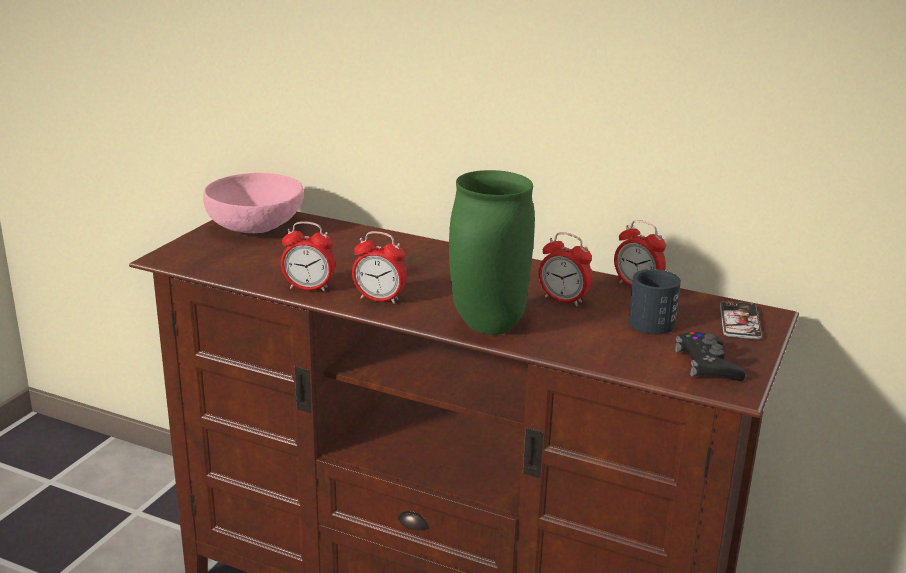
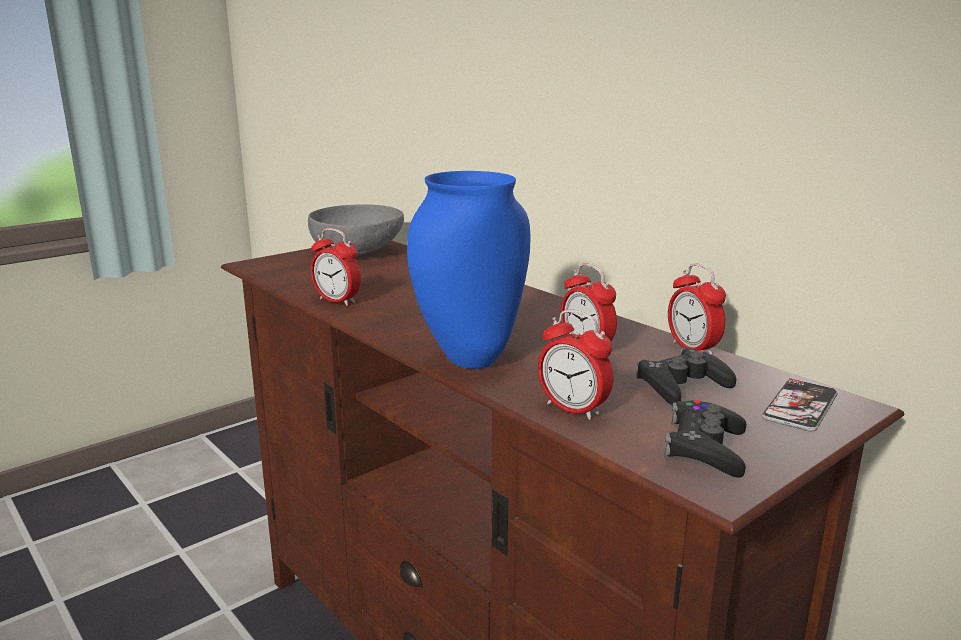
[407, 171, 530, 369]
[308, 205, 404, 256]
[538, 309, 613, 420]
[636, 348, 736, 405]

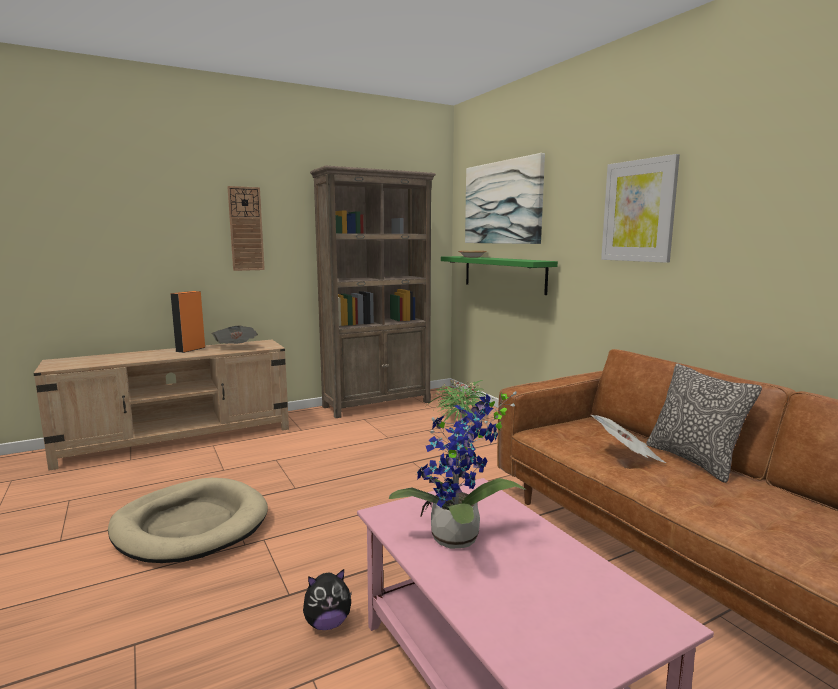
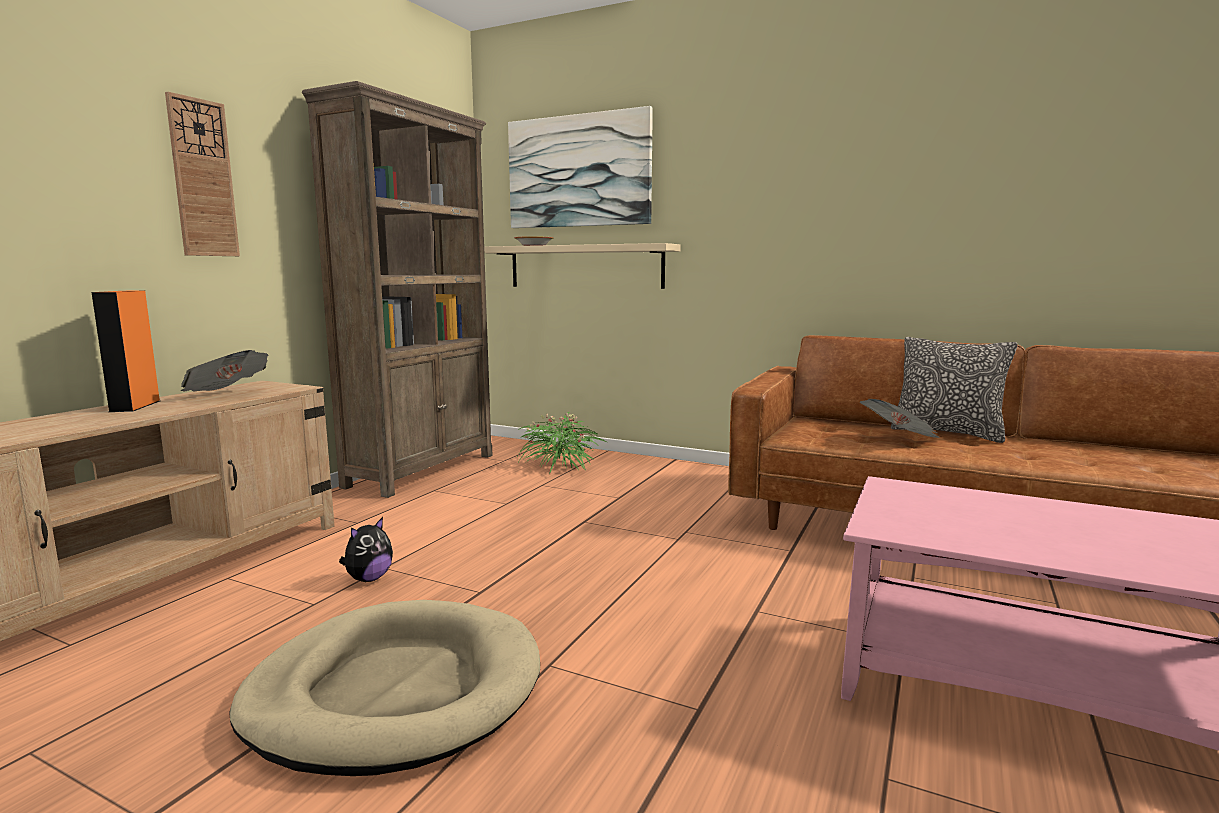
[601, 154, 680, 263] (first image)
[484, 243, 681, 289]
[389, 391, 526, 549] (first image)
[339, 517, 393, 582]

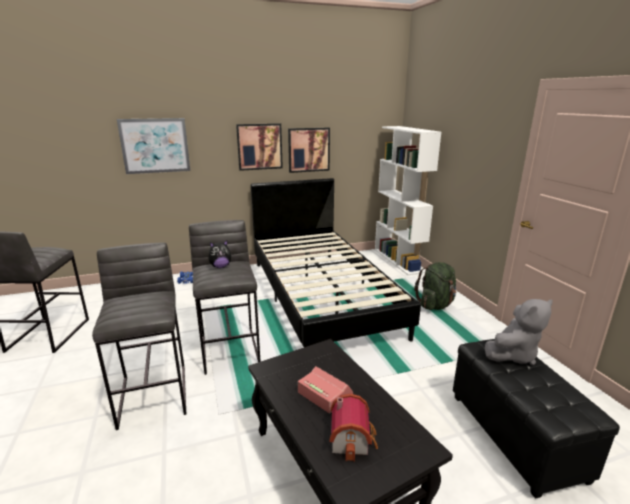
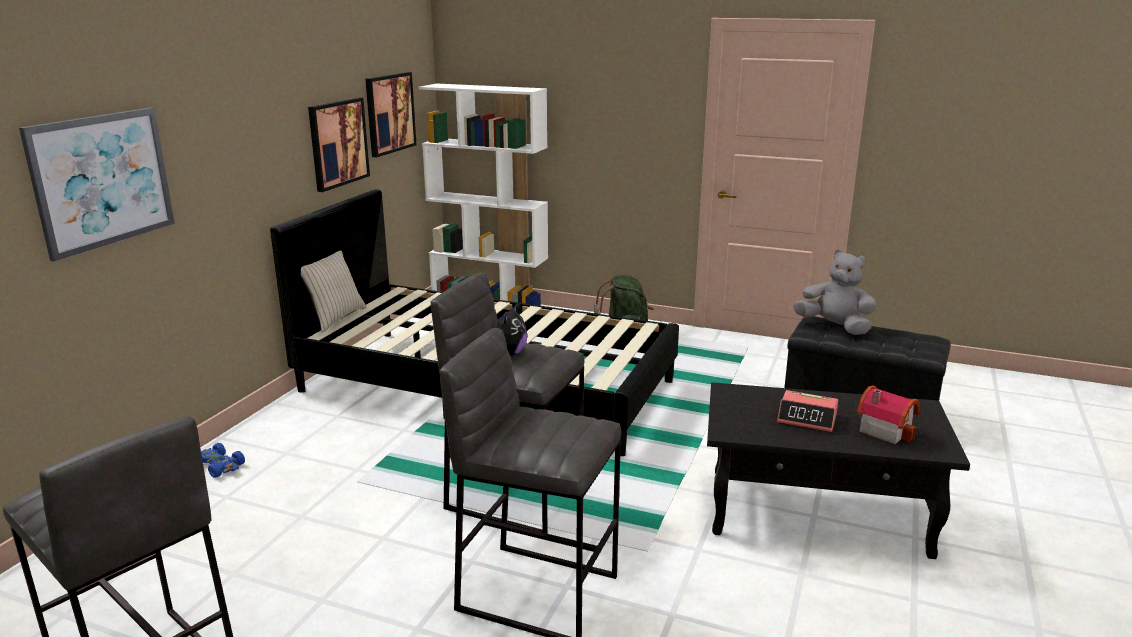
[365, 72, 417, 157]
[793, 250, 877, 335]
[777, 390, 838, 432]
[301, 250, 367, 332]

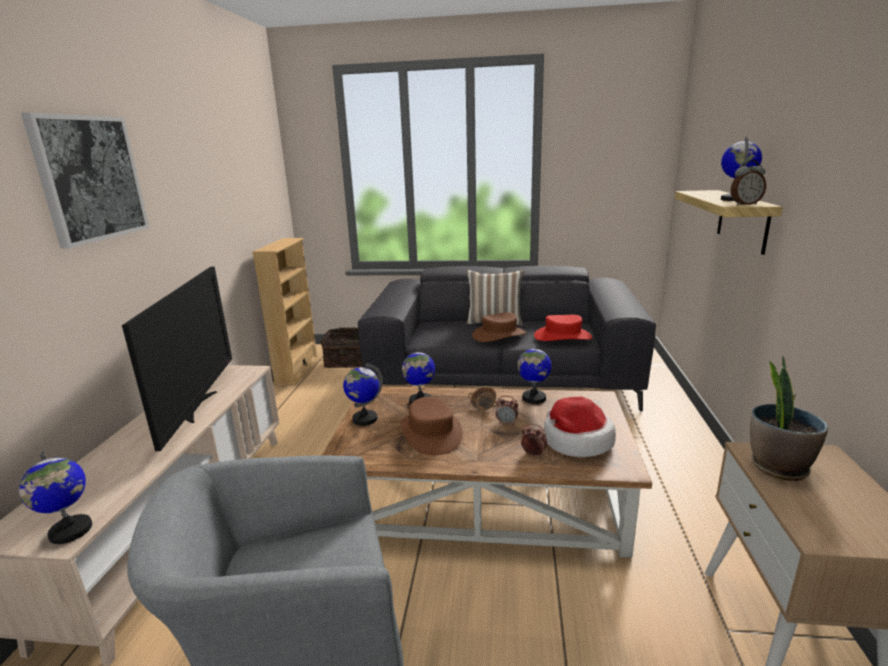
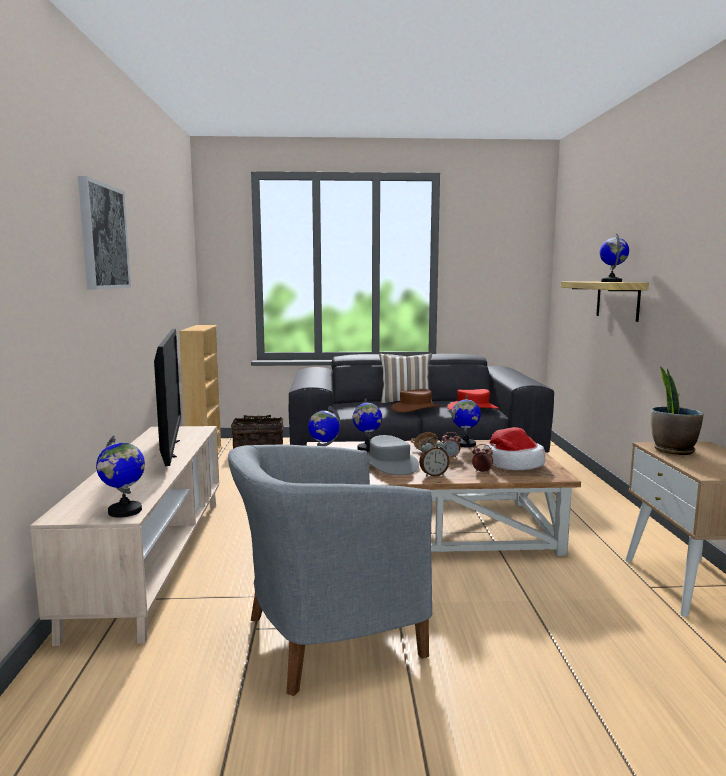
[419, 437, 449, 477]
[367, 435, 419, 475]

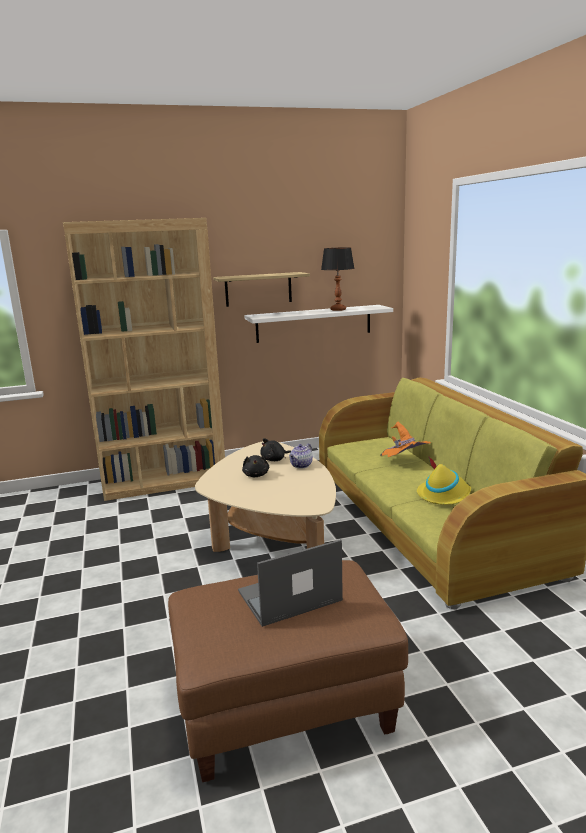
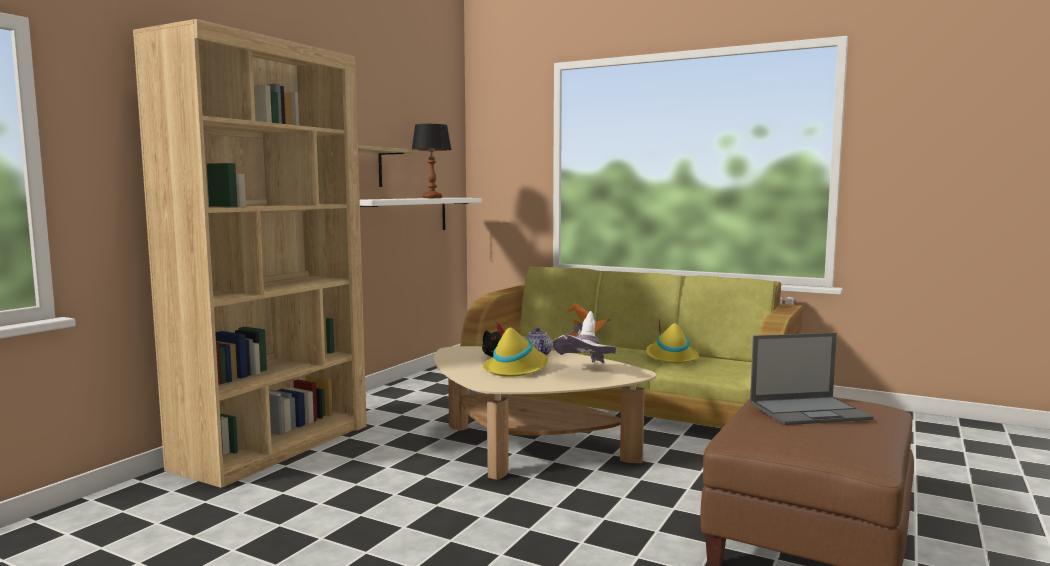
[483, 320, 548, 377]
[750, 333, 874, 425]
[553, 311, 617, 363]

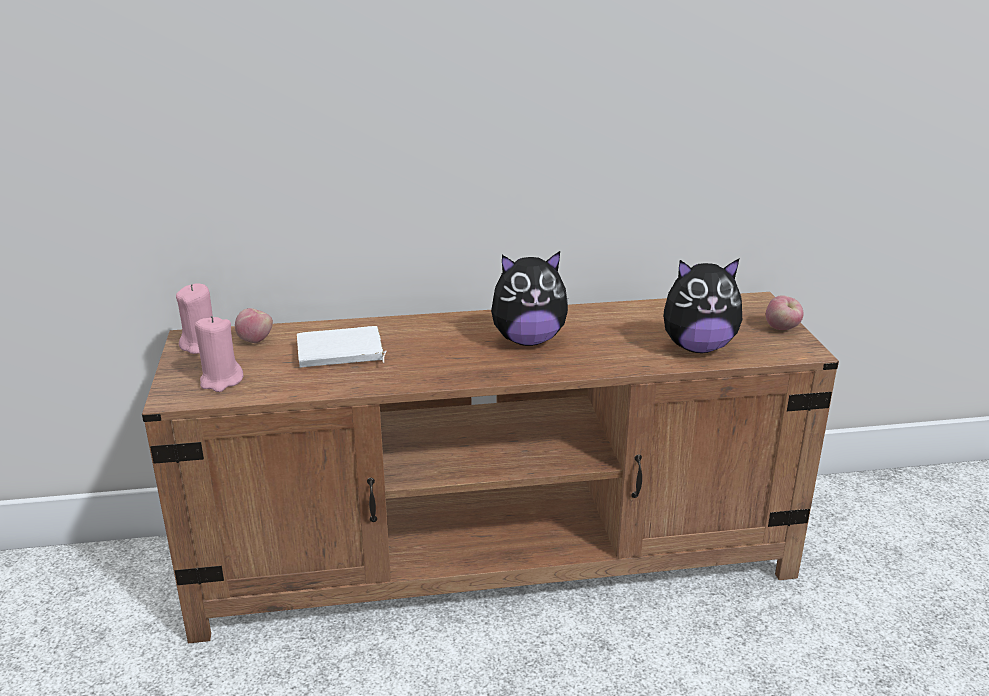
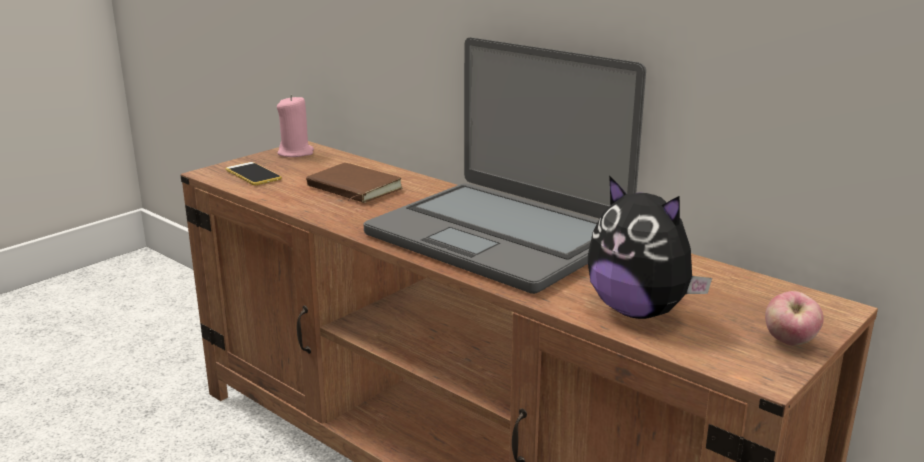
[364, 37, 646, 294]
[235, 308, 273, 343] (first image)
[226, 162, 282, 185]
[306, 163, 403, 203]

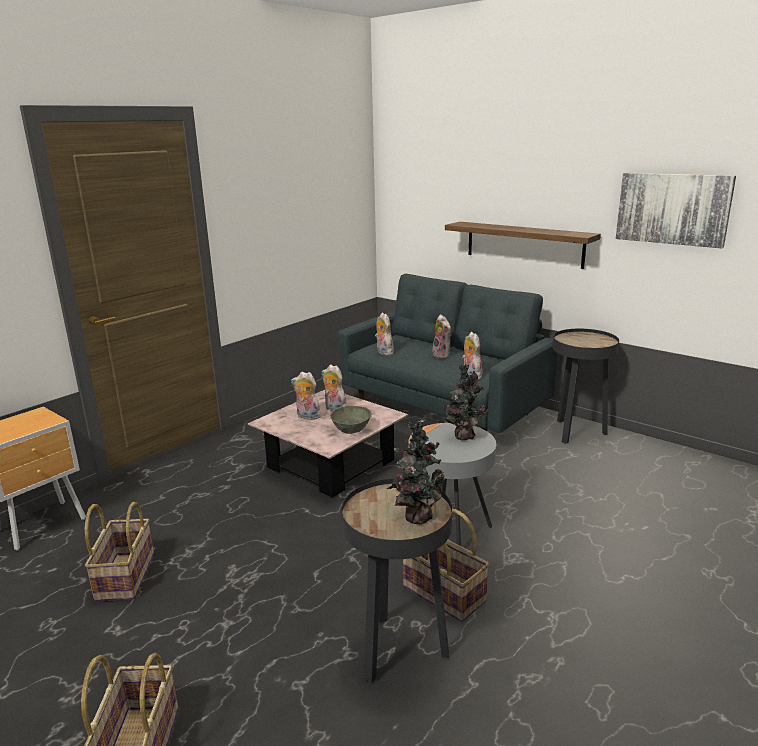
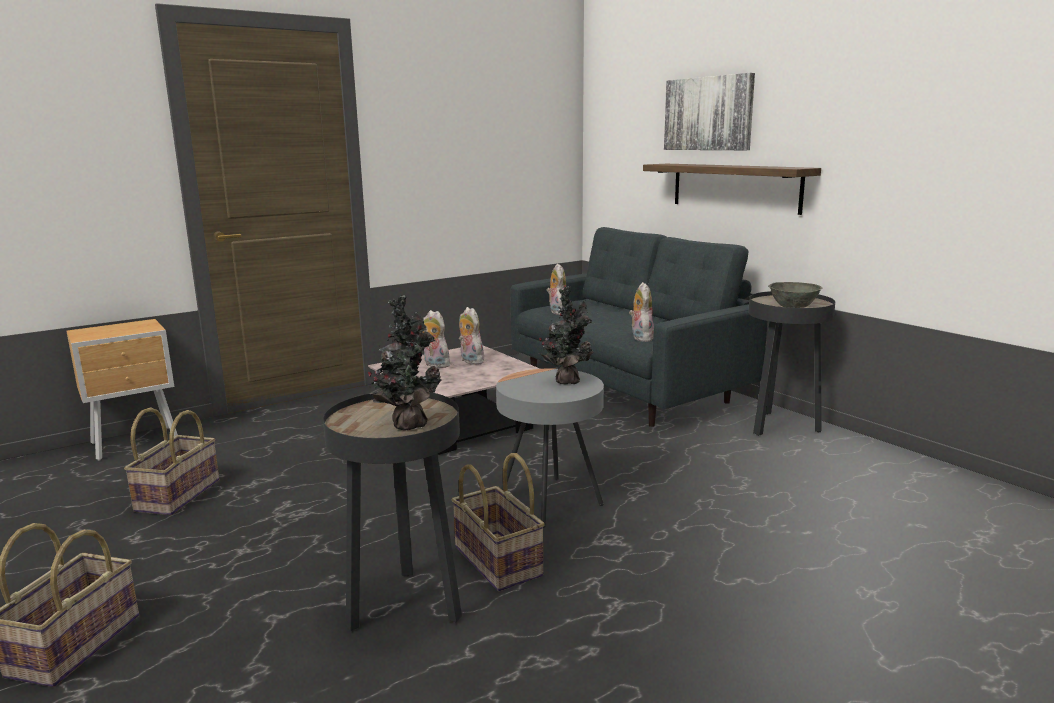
[664, 73, 755, 150]
[433, 314, 451, 359] (first image)
[769, 282, 822, 308]

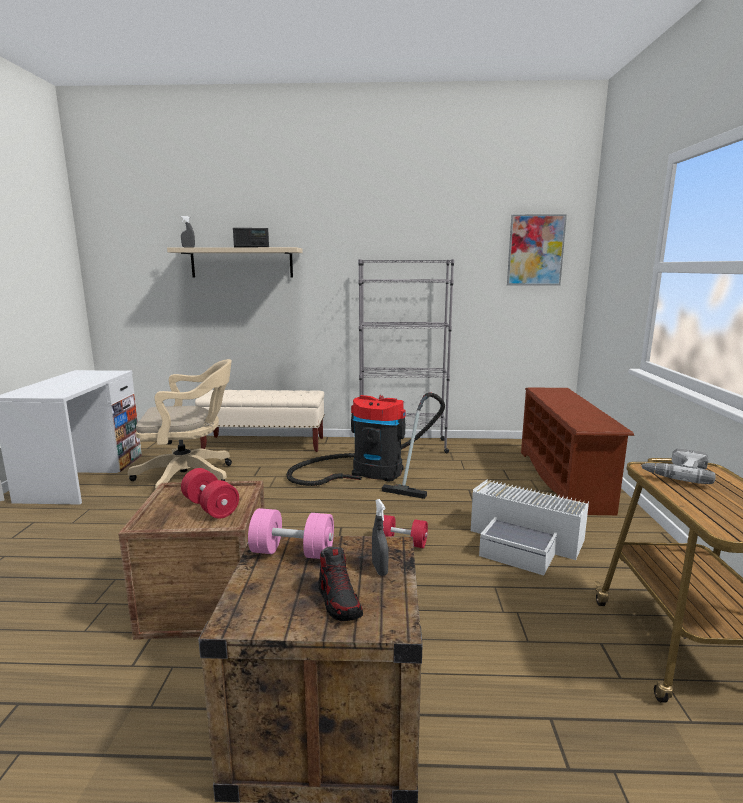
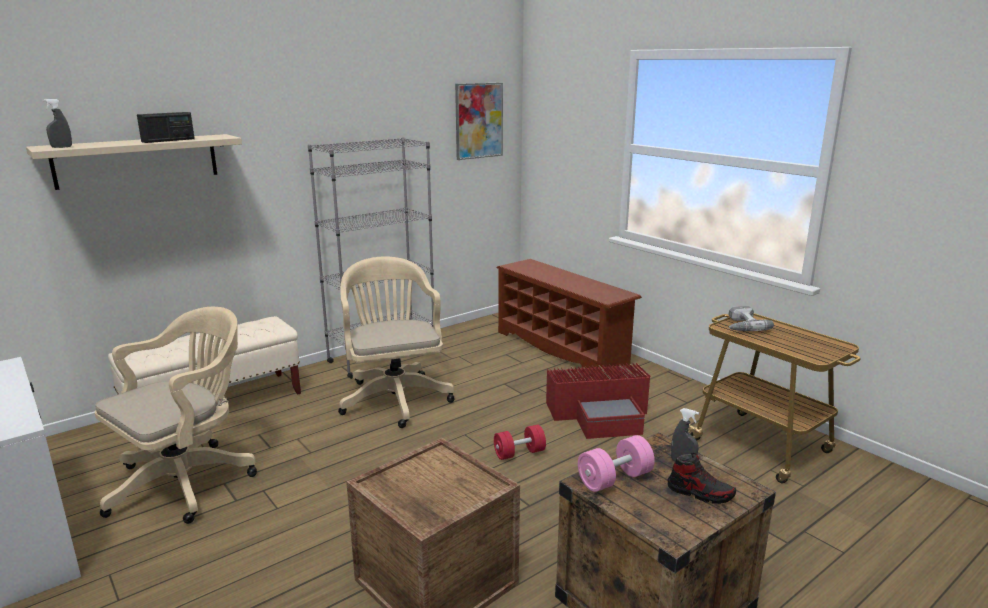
[338, 256, 455, 428]
[181, 468, 239, 519] (first image)
[546, 363, 650, 439]

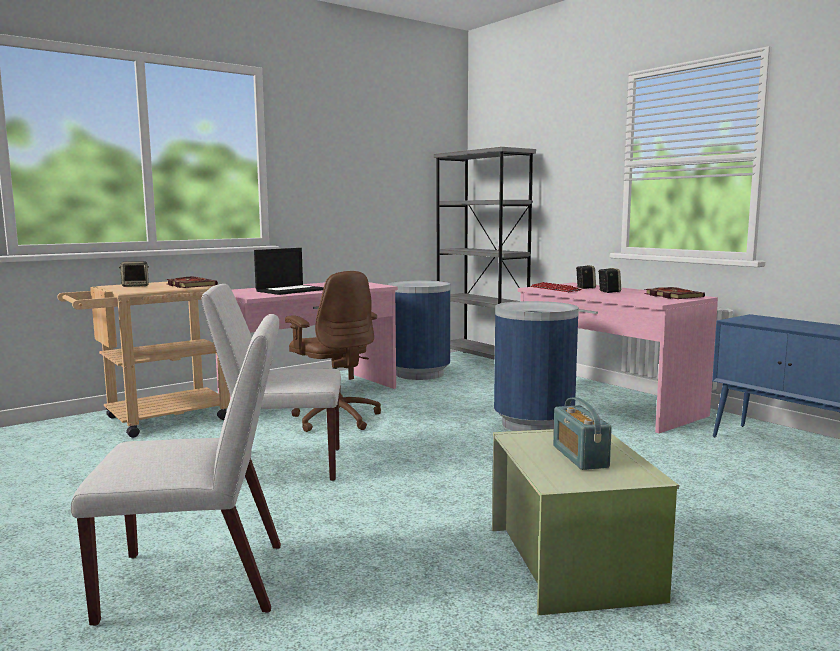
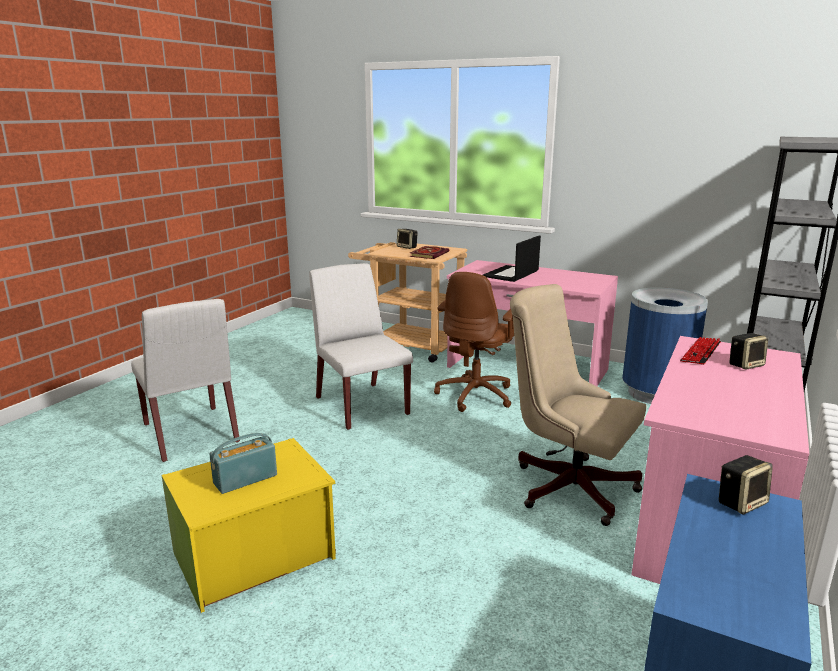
[483, 236, 541, 282]
[718, 455, 773, 515]
[644, 287, 705, 299] (first image)
[510, 284, 646, 526]
[162, 438, 336, 613]

